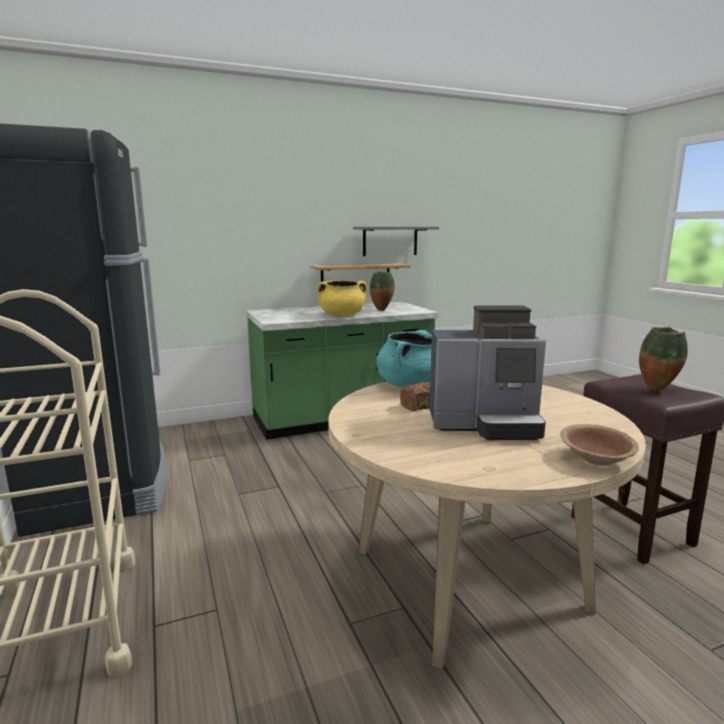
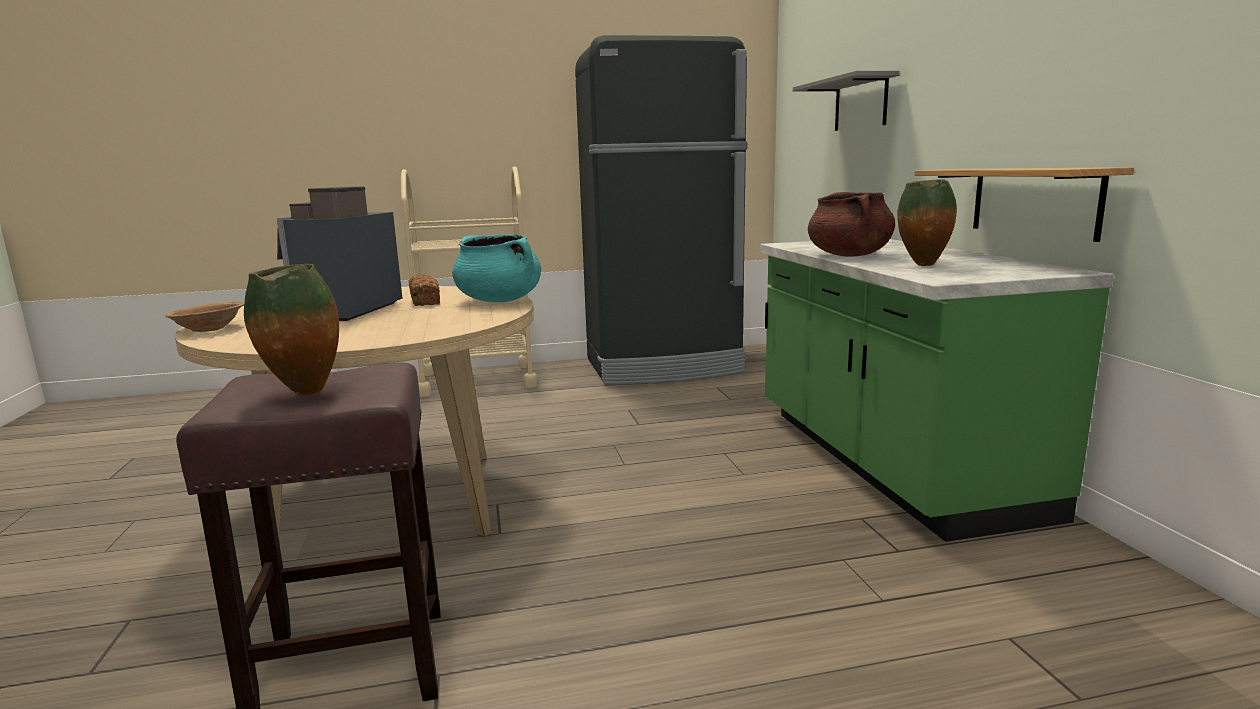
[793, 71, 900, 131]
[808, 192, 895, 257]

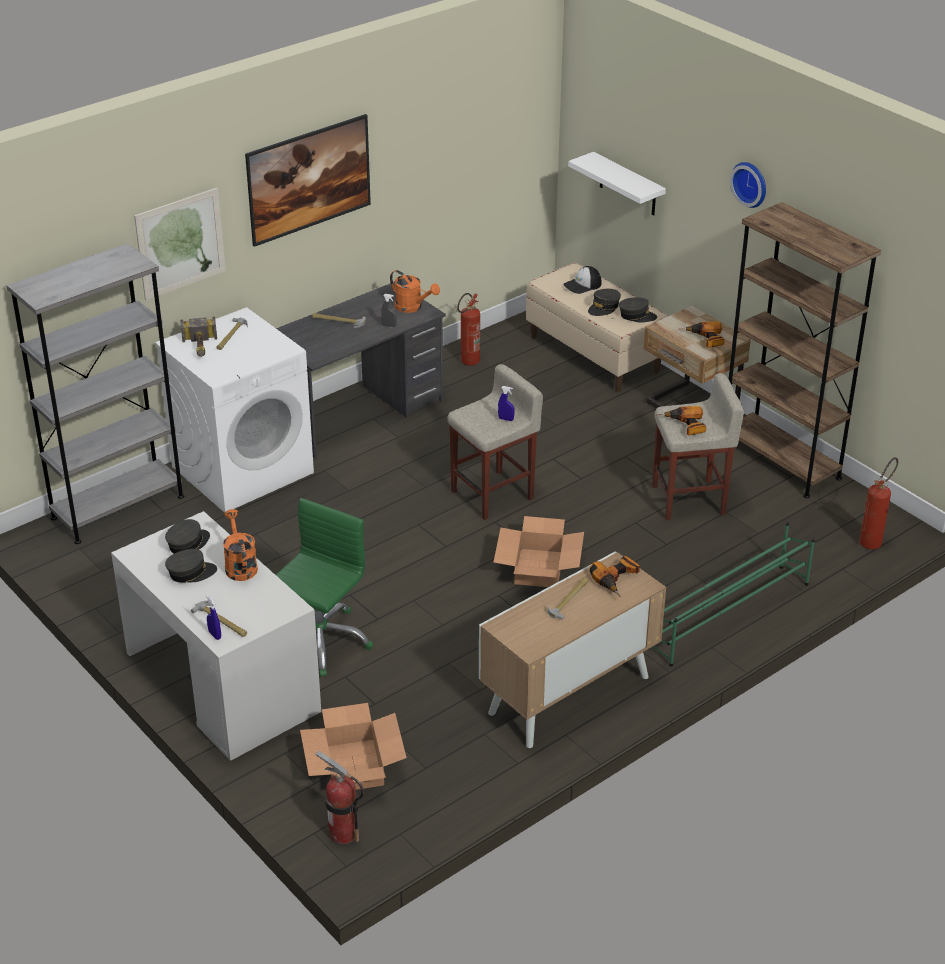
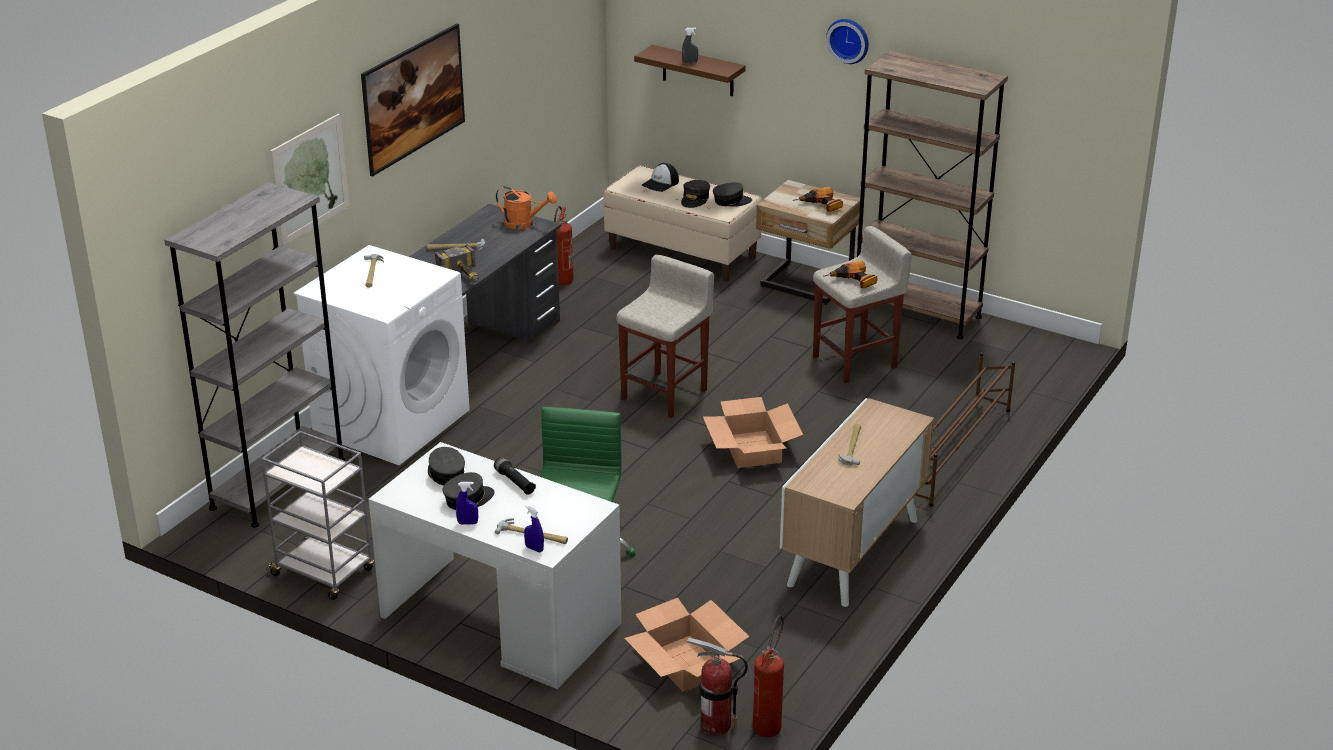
[634, 45, 746, 96]
[682, 28, 698, 63]
[435, 244, 479, 282]
[456, 482, 478, 525]
[753, 615, 784, 737]
[494, 457, 536, 495]
[428, 447, 465, 485]
[915, 352, 1015, 507]
[589, 555, 640, 597] (first image)
[261, 431, 374, 600]

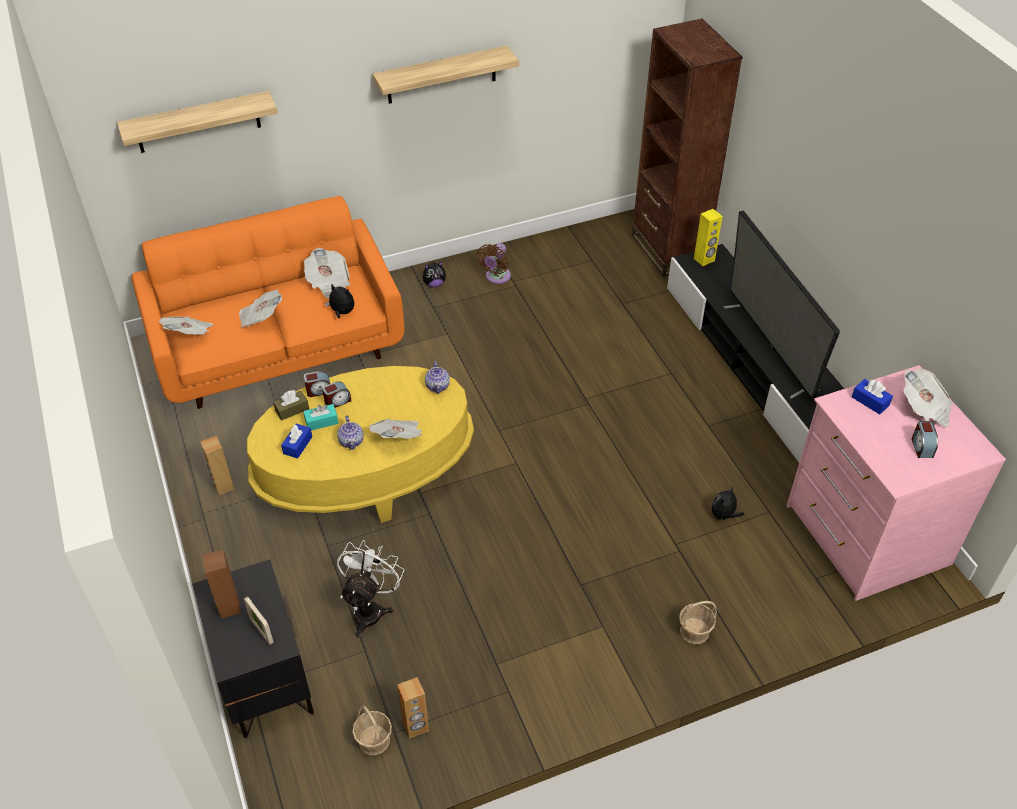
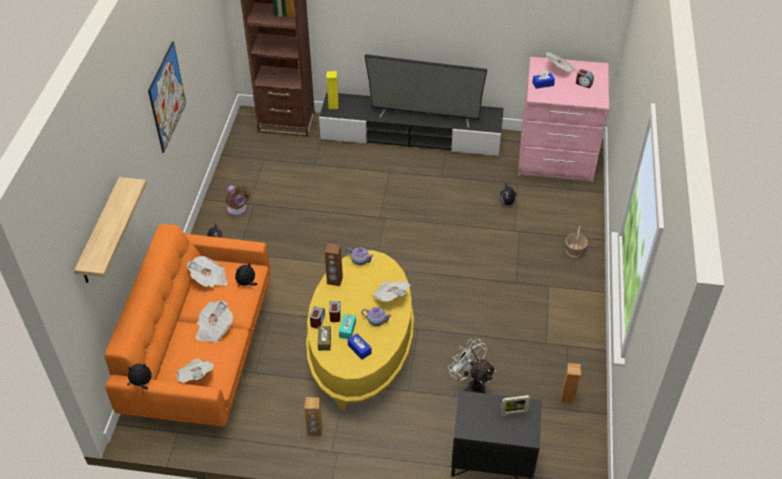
[148, 41, 186, 153]
[325, 243, 343, 286]
[352, 705, 392, 755] (first image)
[127, 363, 152, 390]

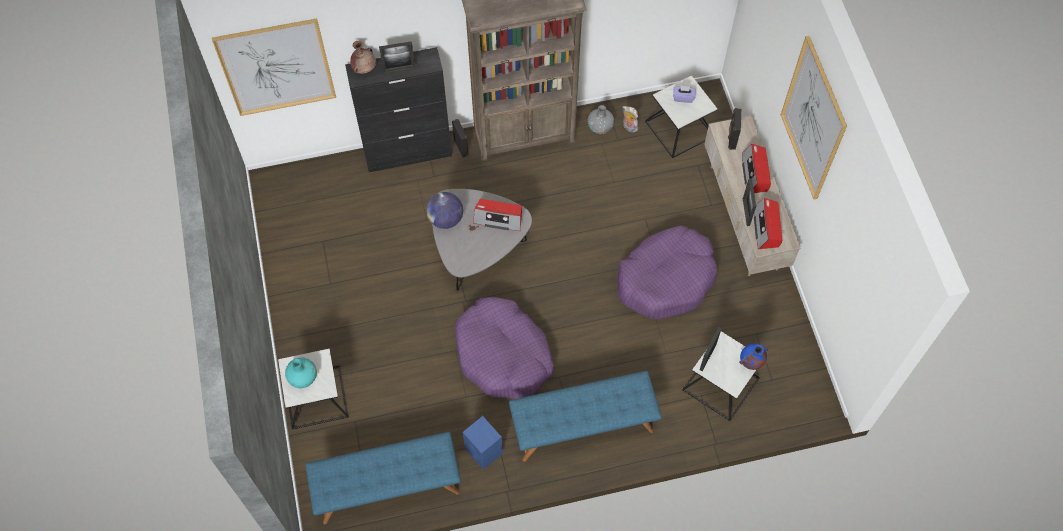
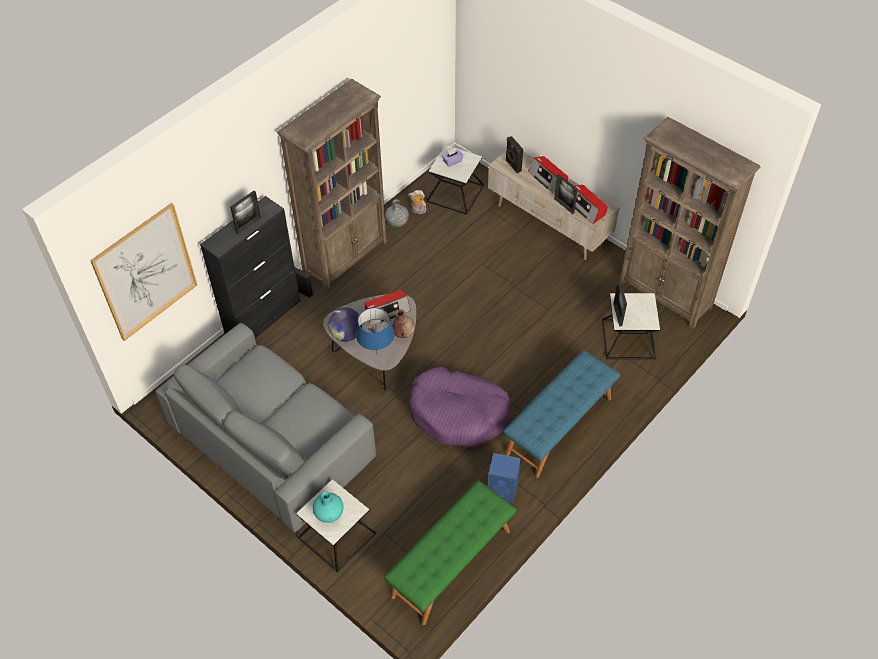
[781, 36, 847, 199] (first image)
[392, 309, 415, 338]
[617, 225, 717, 319] (first image)
[739, 344, 768, 370] (first image)
[384, 480, 516, 625]
[619, 117, 760, 328]
[356, 307, 395, 352]
[155, 323, 376, 533]

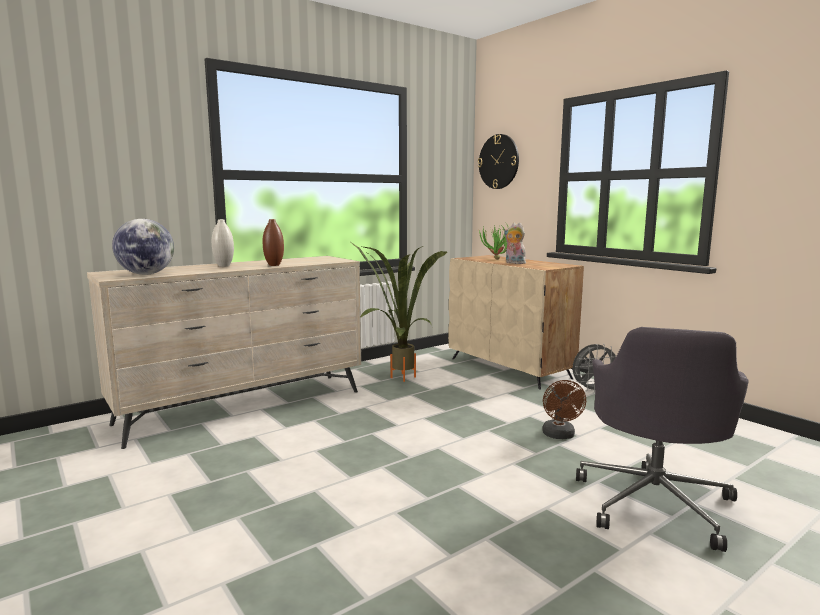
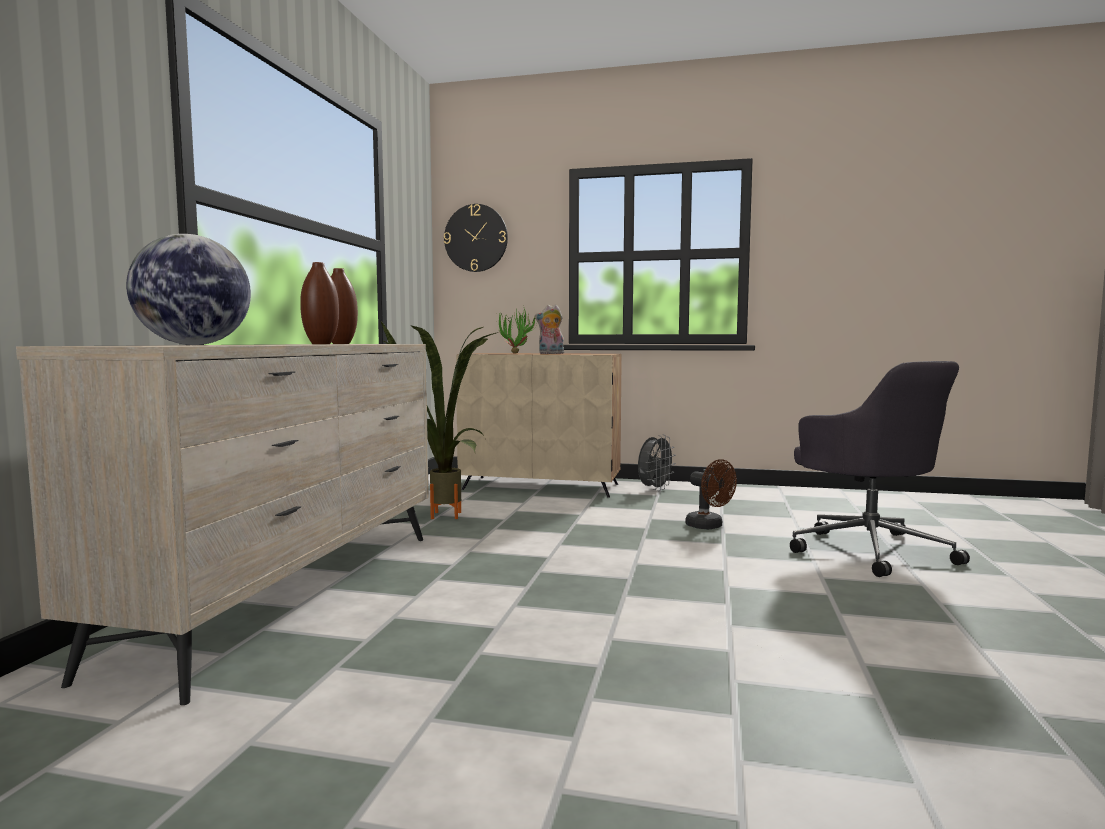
[212, 219, 234, 267] (first image)
[300, 262, 339, 344]

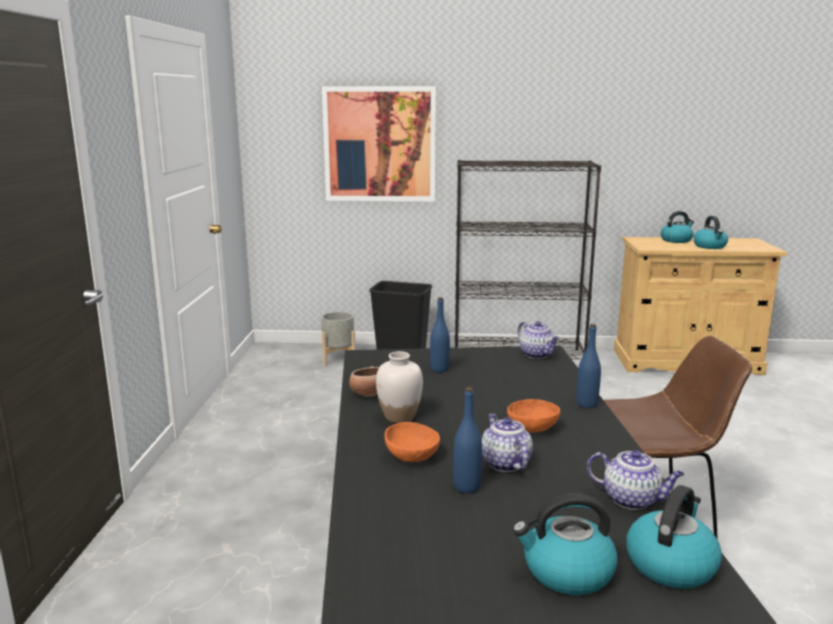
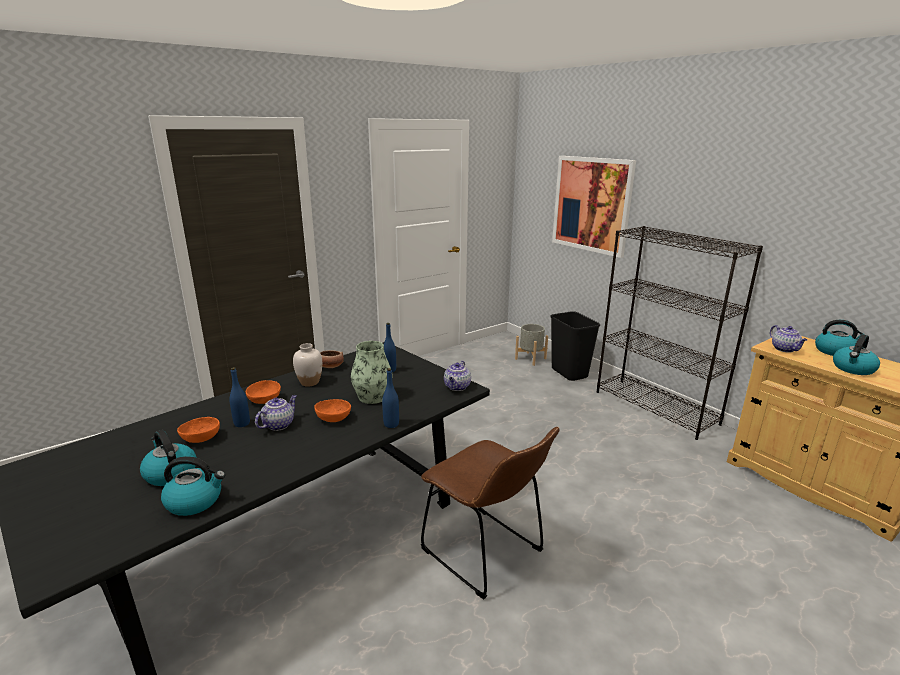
[770, 325, 807, 353]
[351, 341, 391, 404]
[177, 417, 220, 443]

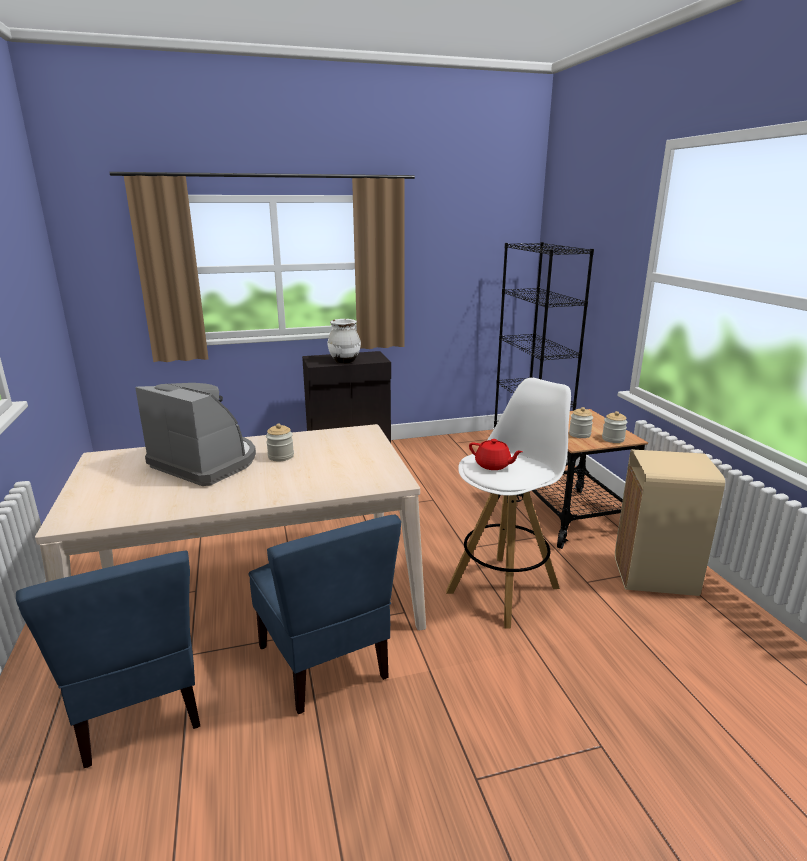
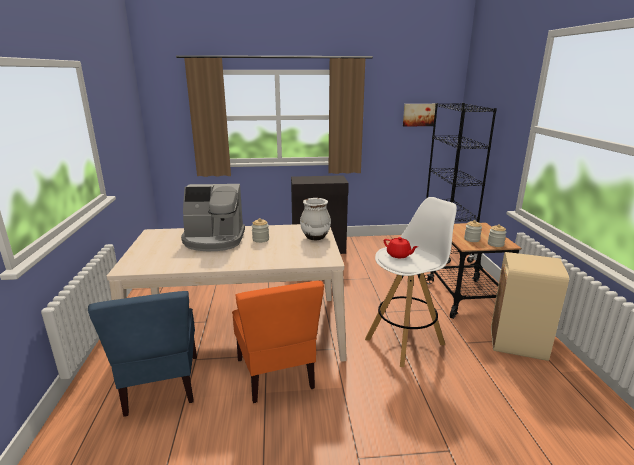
[300, 198, 331, 240]
[181, 184, 245, 251]
[232, 281, 324, 403]
[403, 104, 436, 127]

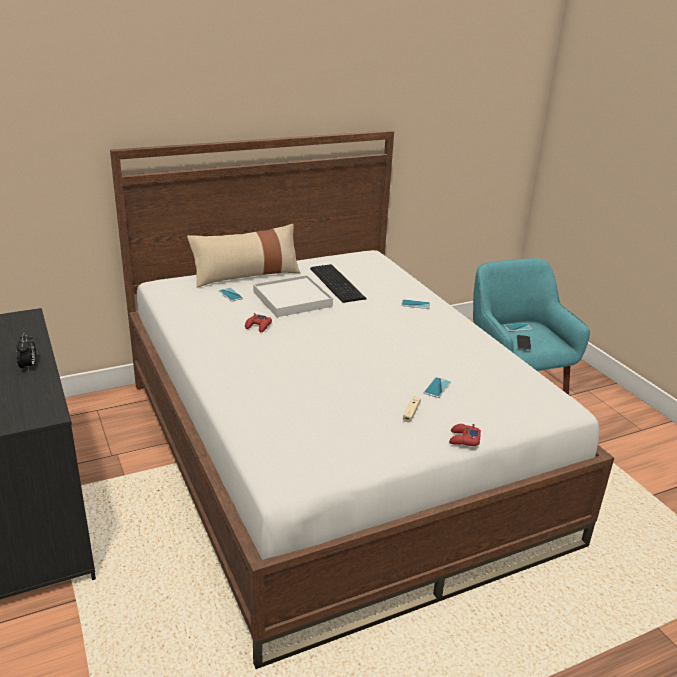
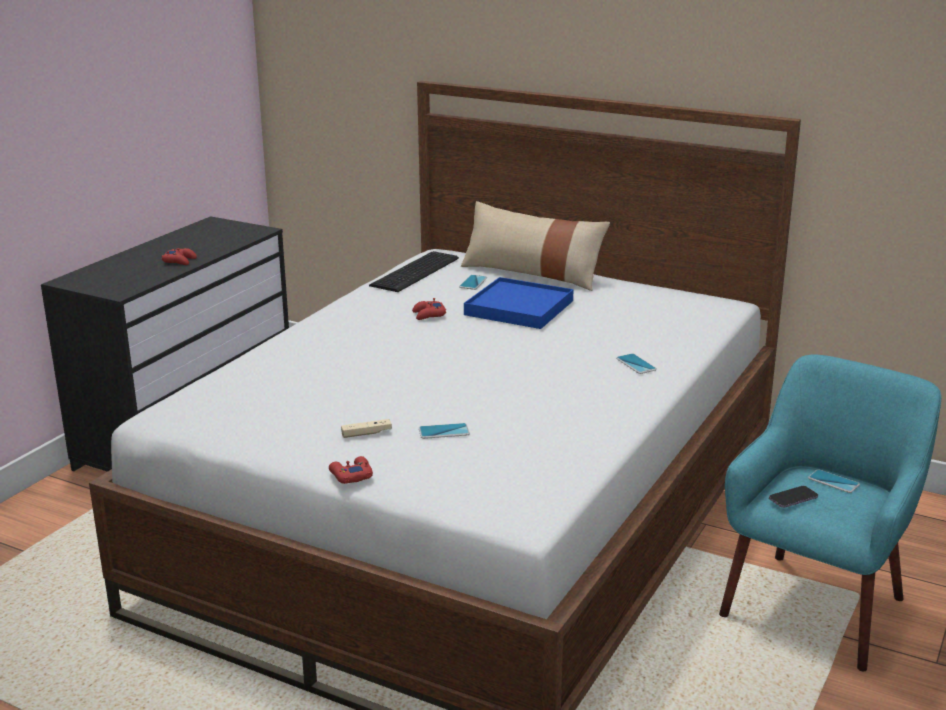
[369, 251, 459, 292]
[464, 277, 574, 329]
[161, 248, 197, 265]

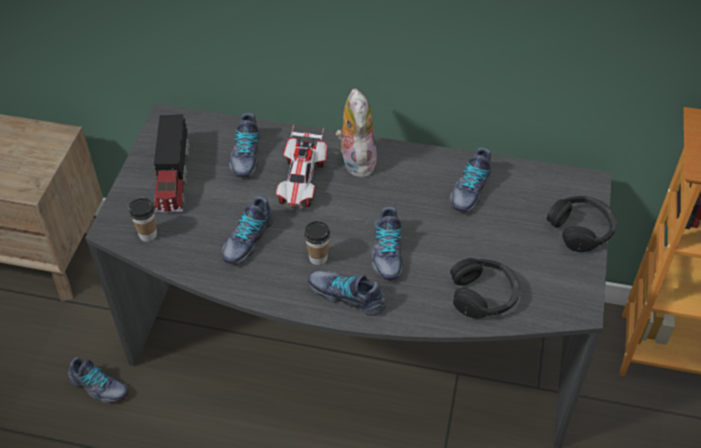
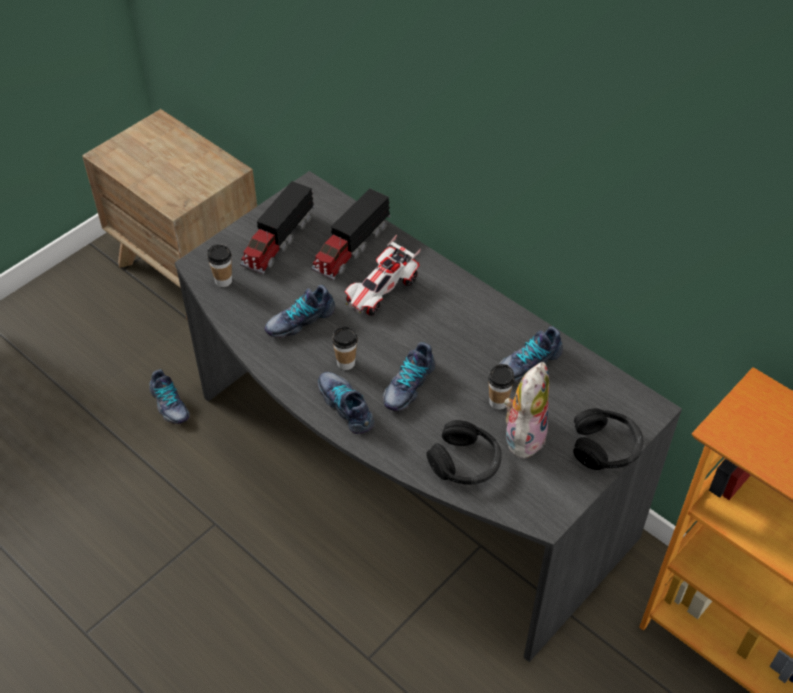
[504, 362, 549, 459]
[311, 188, 391, 280]
[488, 364, 515, 410]

